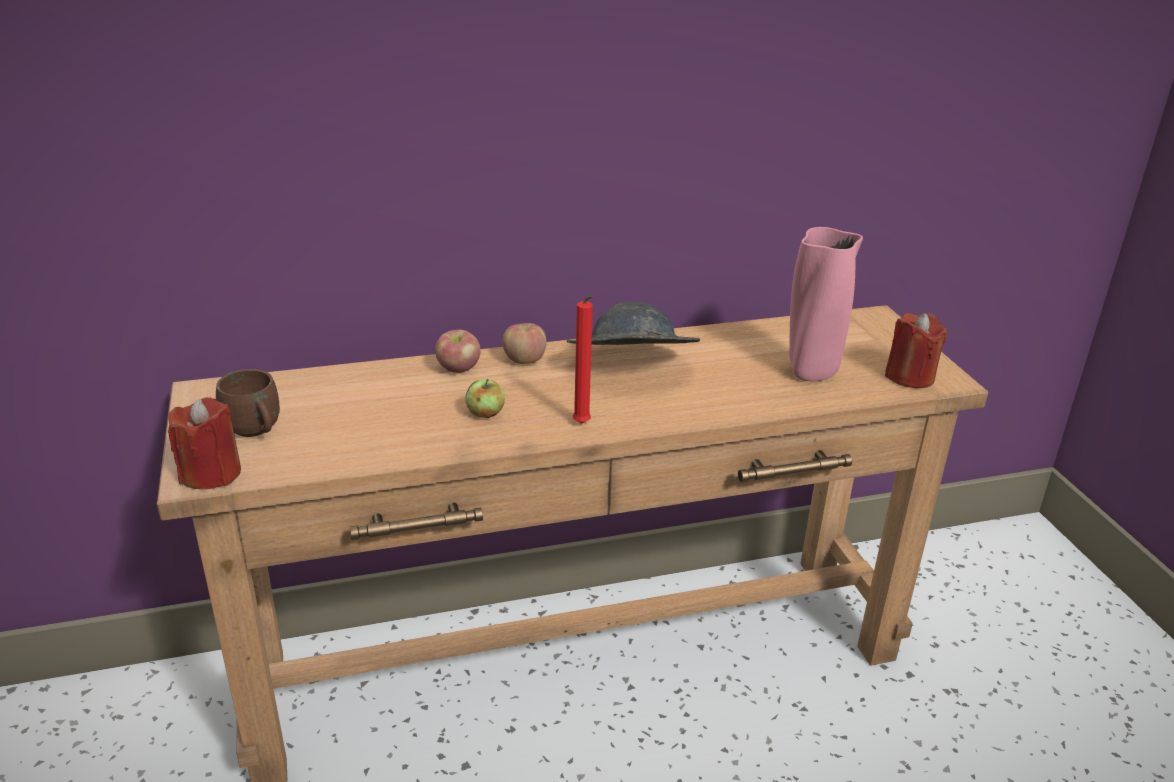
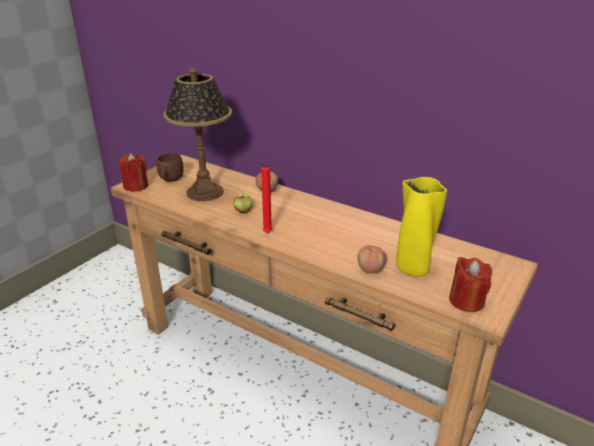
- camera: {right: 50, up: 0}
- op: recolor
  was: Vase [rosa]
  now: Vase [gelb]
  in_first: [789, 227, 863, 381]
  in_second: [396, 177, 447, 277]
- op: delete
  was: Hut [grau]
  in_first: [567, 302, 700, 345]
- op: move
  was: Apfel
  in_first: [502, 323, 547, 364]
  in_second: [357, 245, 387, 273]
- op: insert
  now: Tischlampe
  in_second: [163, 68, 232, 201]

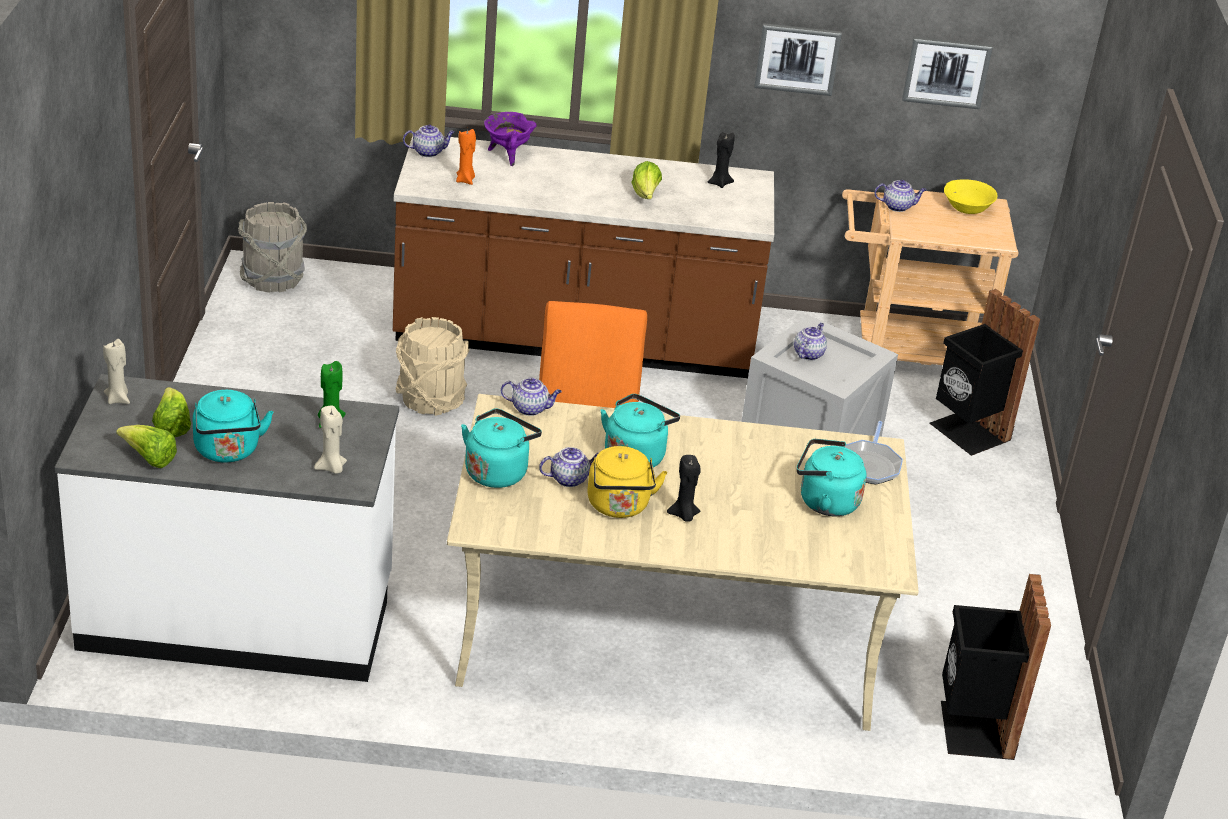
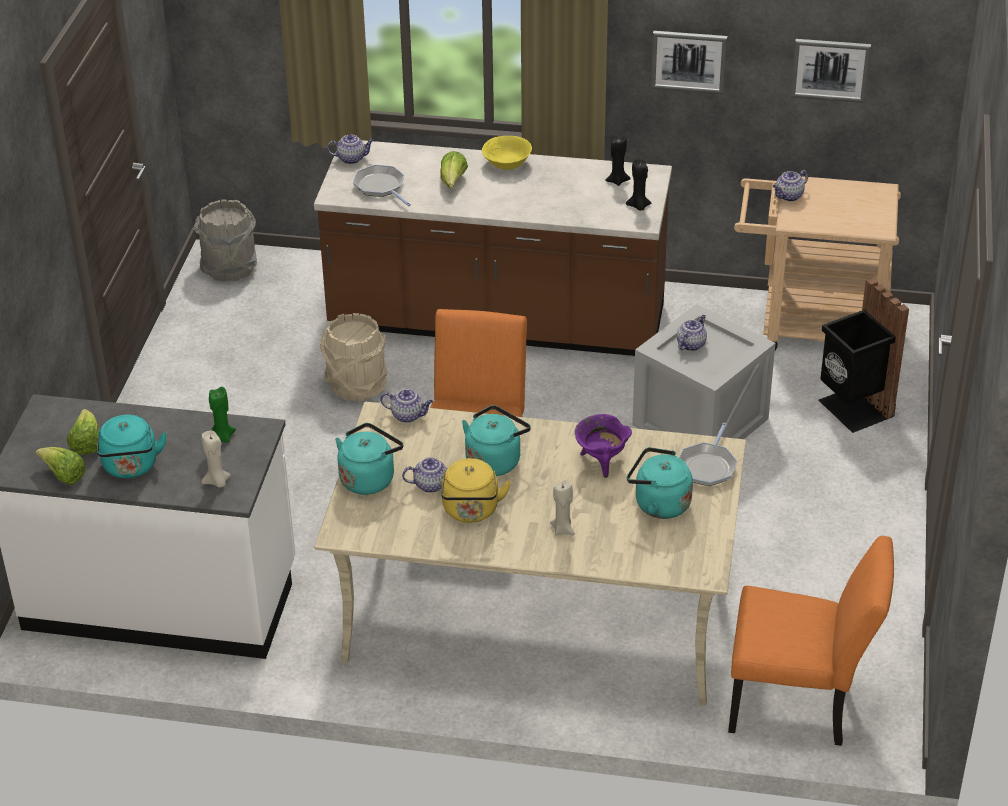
- camera: {right: 10, up: 5}
- op: move
  was: Kochtopf [lila]
  in_first: [484, 112, 537, 166]
  in_second: [575, 414, 632, 478]
- op: replace
  was: Kerze [orange]
  now: Pfanne
  in_first: [456, 129, 476, 185]
  in_second: [353, 165, 411, 206]
- op: move
  was: Salatkopf
  in_first: [631, 161, 662, 199]
  in_second: [440, 151, 468, 188]
- op: move
  was: Schüssel [gelb]
  in_first: [944, 179, 997, 214]
  in_second: [482, 136, 532, 170]
- op: rotate
  was: Teekanne
  in_first: [874, 180, 926, 212]
  in_second: [773, 170, 808, 201]
  clockwise: 135
- op: move
  was: Kerze [beige]
  in_first: [103, 339, 130, 404]
  in_second: [550, 480, 575, 535]
- op: move
  was: Kerze [schwarz]
  in_first: [667, 455, 701, 522]
  in_second: [626, 159, 651, 210]
- op: replace
  was: Mülleimer [schwarz]
  now: Stuhl [orange]
  in_first: [941, 574, 1051, 760]
  in_second: [728, 536, 894, 746]

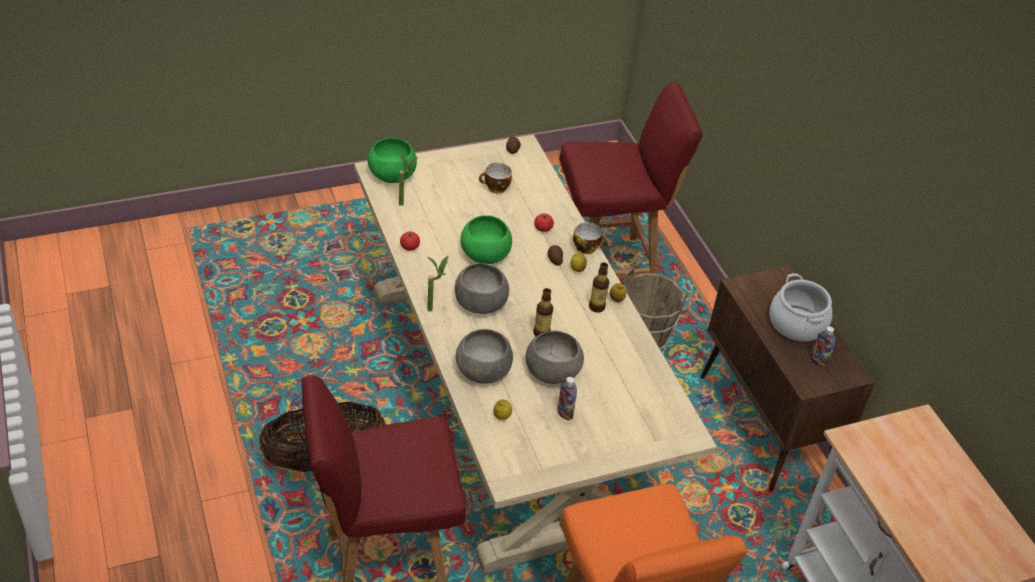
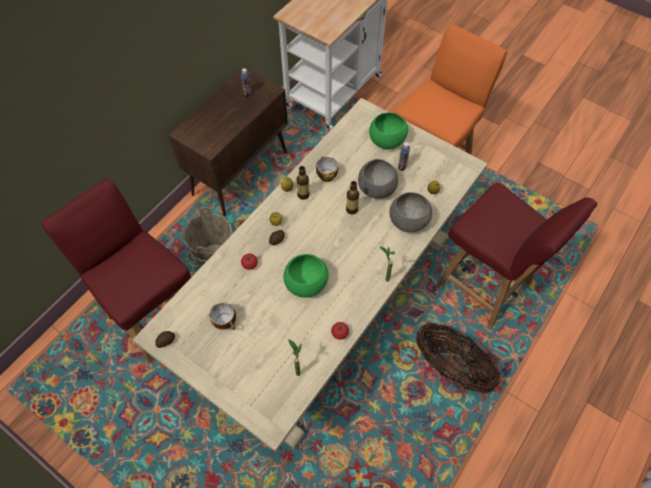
- camera: {right: -120, up: 15}
- op: move
  was: Schüssel [grün]
  in_first: [368, 138, 417, 183]
  in_second: [369, 112, 408, 149]
- op: move
  was: Tasse
  in_first: [573, 222, 608, 254]
  in_second: [316, 156, 338, 182]
- op: delete
  was: Schüssel [grau]
  in_first: [455, 263, 509, 314]
- op: delete
  was: Kochtopf
  in_first: [770, 273, 832, 342]

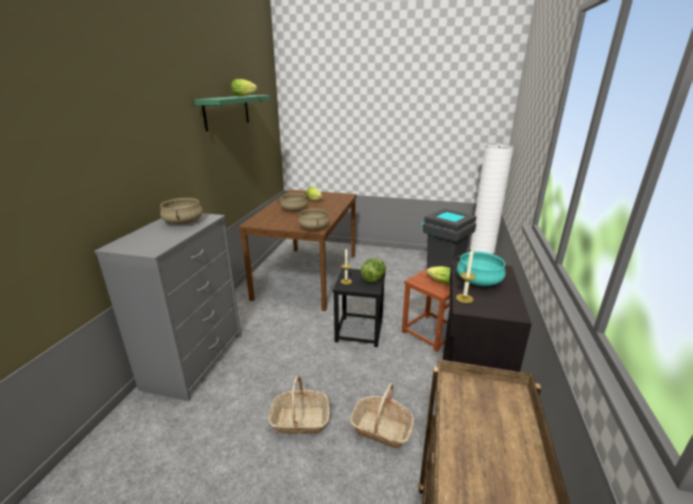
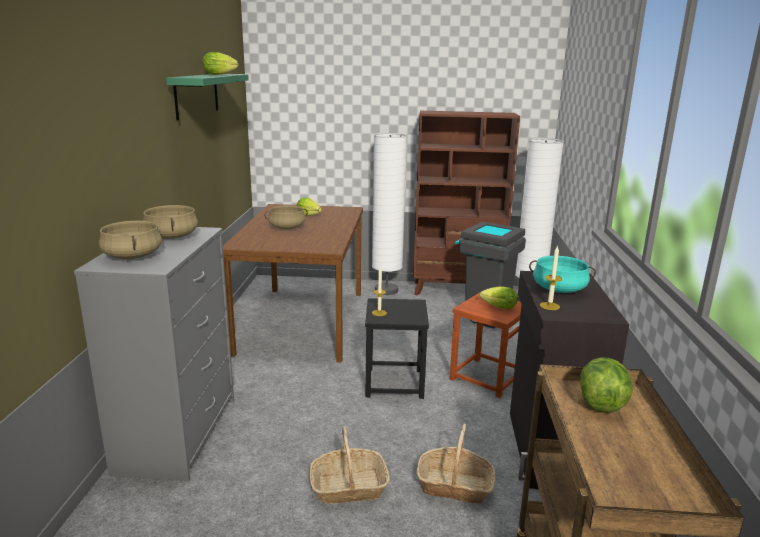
- camera: {right: -10, up: -5}
- op: move
  was: Kochtopf [beige]
  in_first: [298, 209, 329, 230]
  in_second: [99, 221, 162, 259]
- op: move
  was: Salatkopf
  in_first: [361, 259, 386, 283]
  in_second: [580, 358, 632, 413]
- op: insert
  now: Bücherregal [braun]
  in_second: [413, 111, 520, 295]
- op: insert
  now: Stehlampe [weiß]
  in_second: [372, 133, 407, 295]

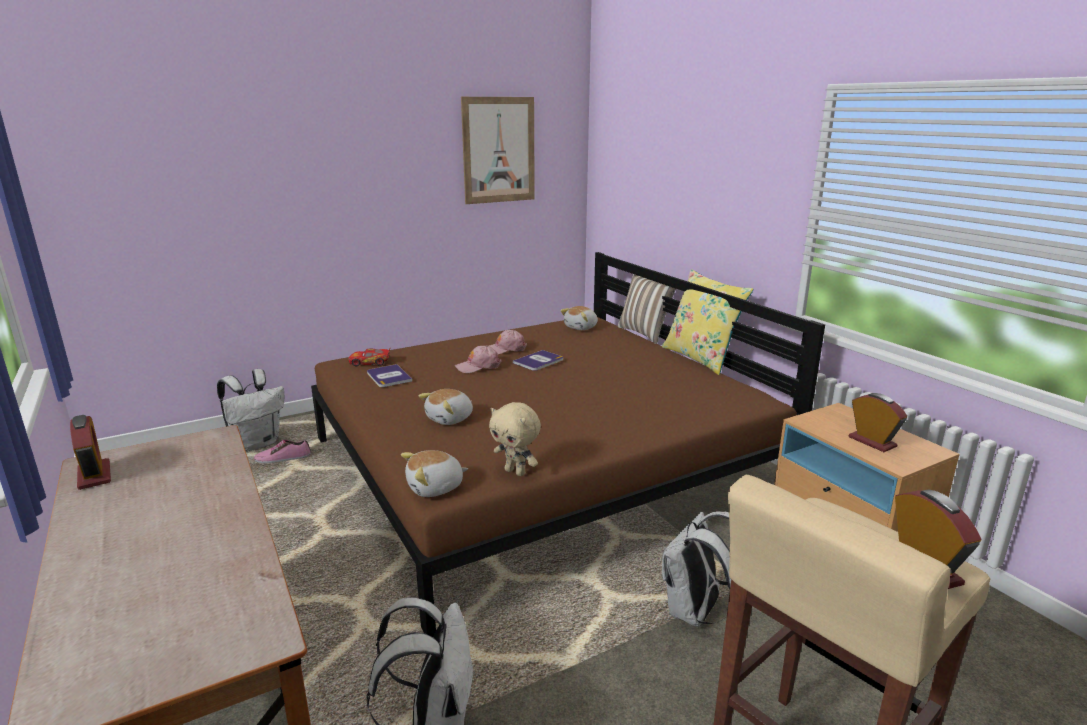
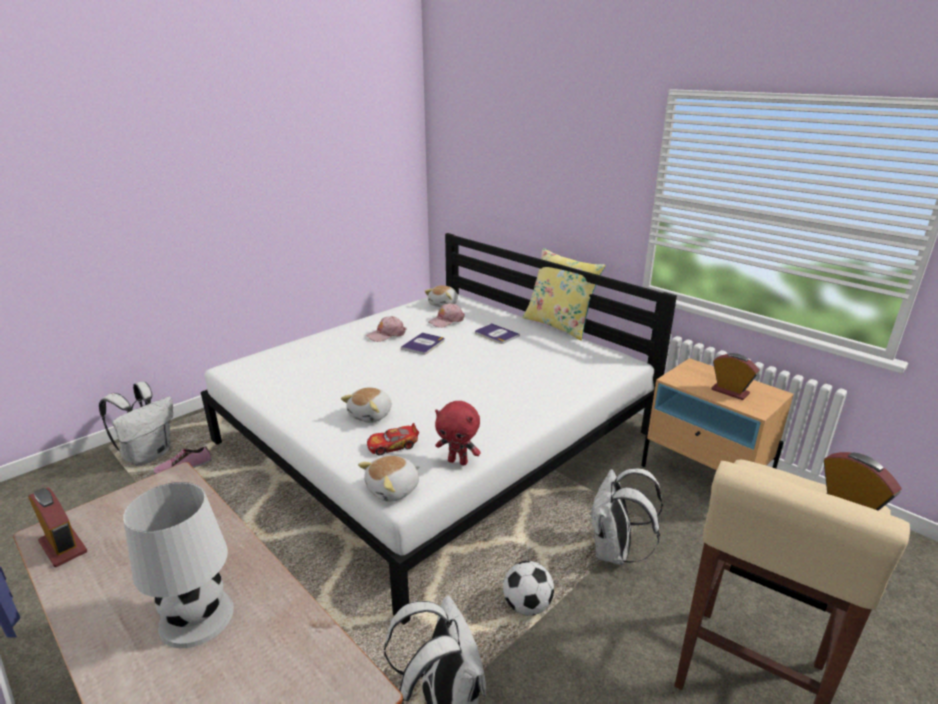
- camera: {right: -15, up: 5}
- op: delete
  was: Bild
  in_first: [461, 97, 535, 204]
- op: recolor
  was: Bett [braun]
  now: Bett [weiß]
  in_first: [311, 252, 825, 637]
  in_second: [201, 233, 677, 625]
- op: delete
  was: Kissen
  in_first: [618, 274, 676, 344]
- op: move
  was: Kappe [rosa]
  in_first: [455, 345, 502, 373]
  in_second: [428, 303, 465, 328]
- op: move
  was: Spielzeugauto
  in_first: [348, 347, 391, 366]
  in_second: [367, 423, 419, 455]
- op: move
  was: Buch
  in_first: [367, 364, 412, 387]
  in_second: [475, 323, 520, 344]
- op: recolor
  was: Plüschtier [beige]
  now: Plüschtier [rot]
  in_first: [489, 402, 541, 476]
  in_second: [435, 401, 481, 465]
- op: insert
  now: Tischlampe [weiß]
  in_second: [123, 482, 234, 648]
- op: insert
  now: Fußball
  in_second: [503, 561, 554, 615]

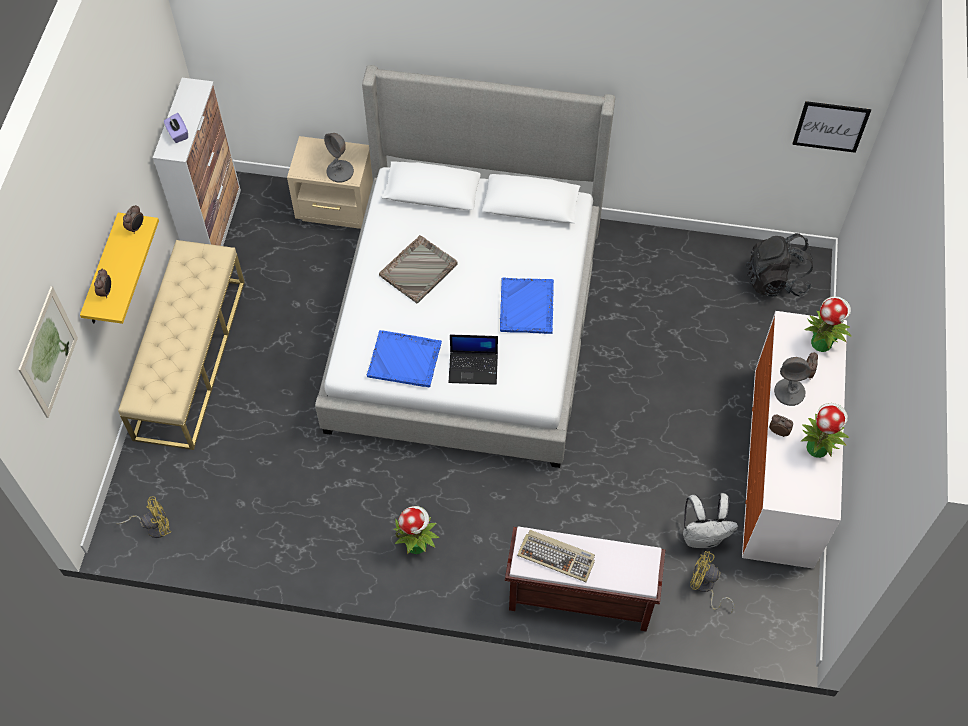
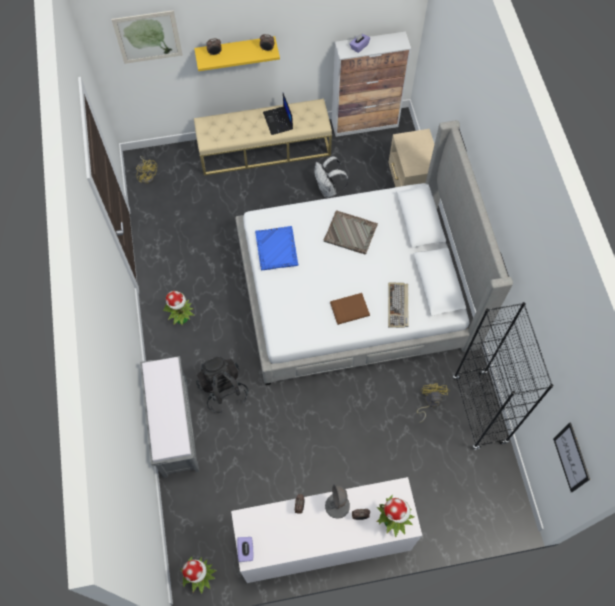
- camera: {right: 70, up: 5}
- op: delete
  was: Tischlampe [grau]
  in_first: [324, 133, 354, 182]
- op: move
  was: Rucksack [schwarz]
  in_first: [745, 233, 813, 296]
  in_second: [196, 356, 248, 414]
- op: replace
  was: Tablett [blau]
  now: Buch [braun]
  in_first: [500, 277, 554, 334]
  in_second: [330, 293, 370, 325]
- op: move
  was: Laptop
  in_first: [448, 334, 498, 385]
  in_second: [263, 93, 293, 135]
- op: move
  was: Topfpflanze
  in_first: [801, 403, 849, 458]
  in_second: [180, 557, 217, 594]
- op: move
  was: Rucksack [weiß]
  in_first: [683, 493, 738, 548]
  in_second: [314, 156, 349, 198]
- op: recolor
  was: Bank [braun]
  now: Bank [grau]
  in_first: [505, 526, 665, 631]
  in_second: [140, 356, 199, 478]
- op: move
  was: Tastatur
  in_first: [517, 530, 595, 582]
  in_second: [388, 283, 409, 328]
- op: move
  was: Ventilator [gelb]
  in_first: [690, 551, 734, 614]
  in_second: [417, 383, 450, 423]
- op: insert
  now: Bücherregal [schwarz]
  in_second: [453, 302, 553, 450]
- op: insert
  now: Taschentuchbox [lila]
  in_second: [237, 537, 253, 562]

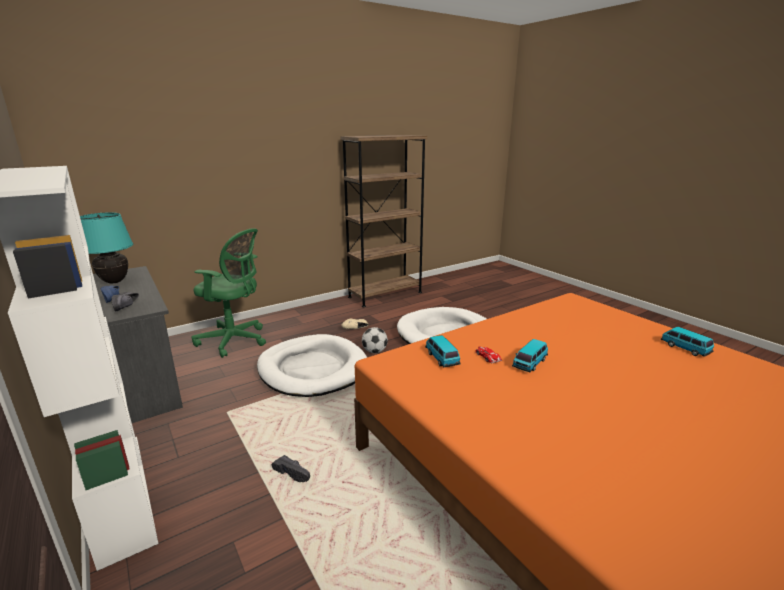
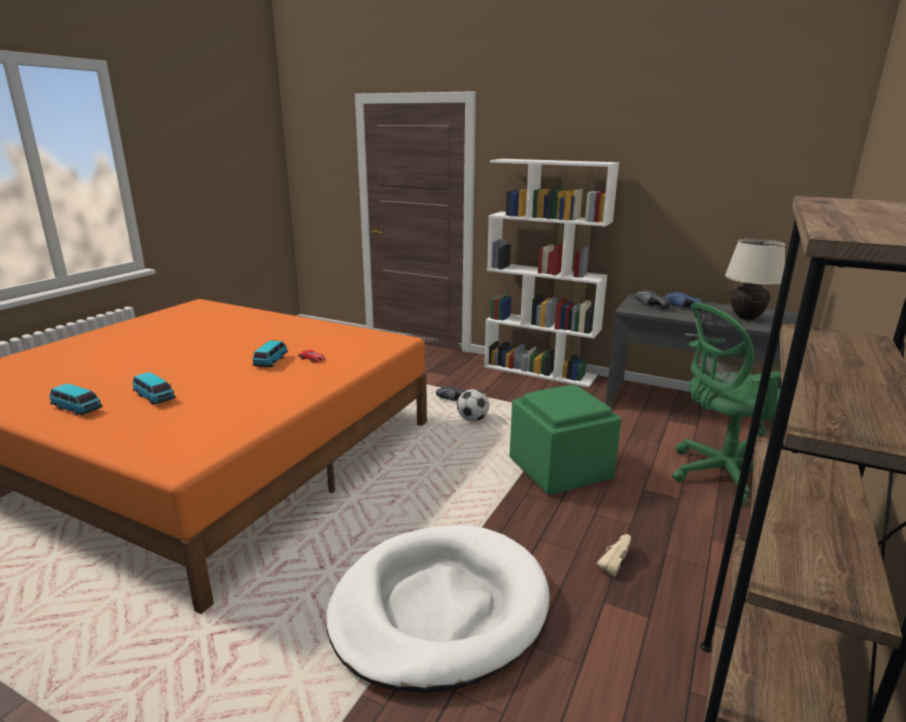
- camera: {right: 150, up: 0}
- op: recolor
  was: Tischlampe [türkis]
  now: Tischlampe [beige]
  in_first: [80, 212, 133, 283]
  in_second: [725, 239, 786, 320]
- op: move
  was: Fußball
  in_first: [362, 327, 388, 353]
  in_second: [457, 389, 489, 422]
- op: replace
  was: Hundebett [weiß]
  now: Polsterhocker [grün]
  in_first: [257, 334, 367, 397]
  in_second: [510, 385, 621, 495]
- op: move
  was: Spielzeugauto
  in_first: [425, 335, 461, 368]
  in_second: [132, 372, 176, 404]

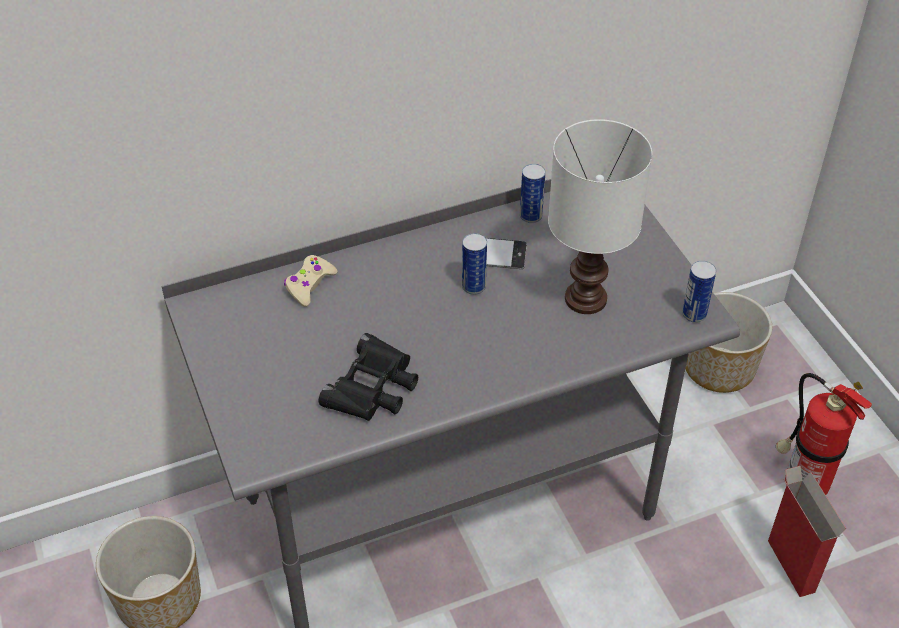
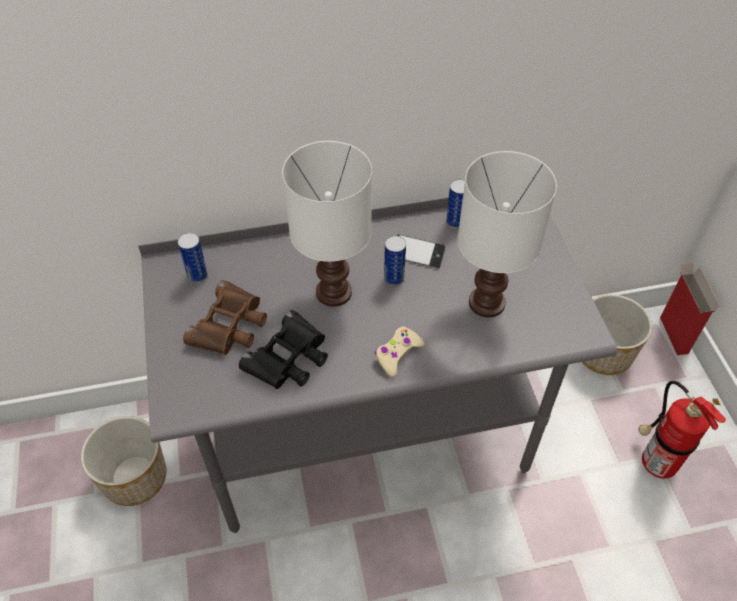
- camera: {right: 10, up: 5}
- op: move
  was: Gamepad [beige]
  in_first: [284, 255, 338, 307]
  in_second: [375, 326, 424, 377]
- op: move
  was: Dose
  in_first: [682, 261, 716, 323]
  in_second: [178, 233, 208, 283]
- op: move
  was: Karton
  in_first: [768, 466, 846, 597]
  in_second: [660, 263, 720, 355]
- op: insert
  now: Tischlampe [weiß]
  in_second: [282, 141, 372, 307]
- op: insert
  now: Fernglas [braun]
  in_second: [183, 280, 267, 355]

